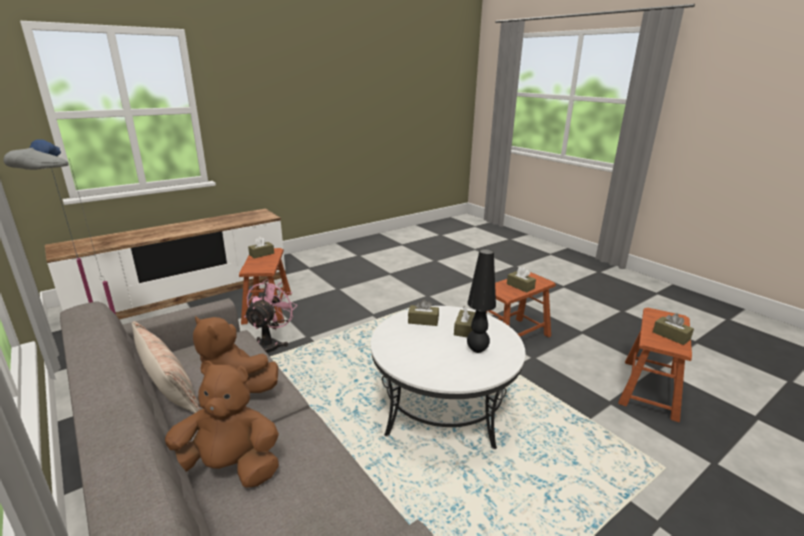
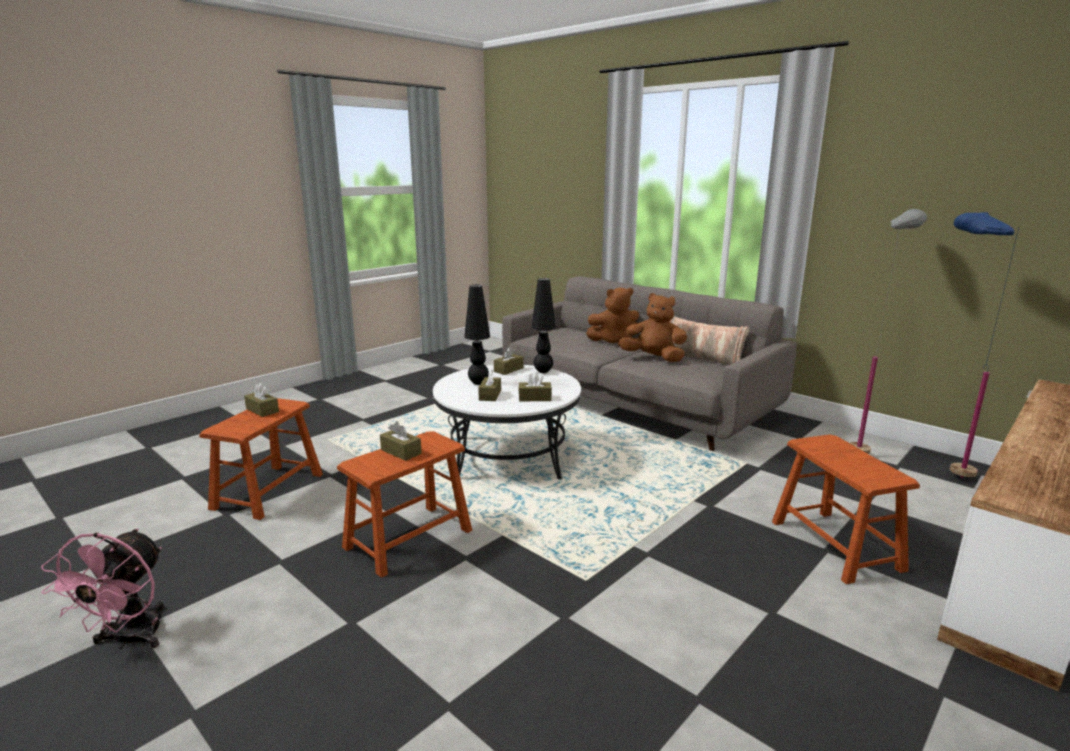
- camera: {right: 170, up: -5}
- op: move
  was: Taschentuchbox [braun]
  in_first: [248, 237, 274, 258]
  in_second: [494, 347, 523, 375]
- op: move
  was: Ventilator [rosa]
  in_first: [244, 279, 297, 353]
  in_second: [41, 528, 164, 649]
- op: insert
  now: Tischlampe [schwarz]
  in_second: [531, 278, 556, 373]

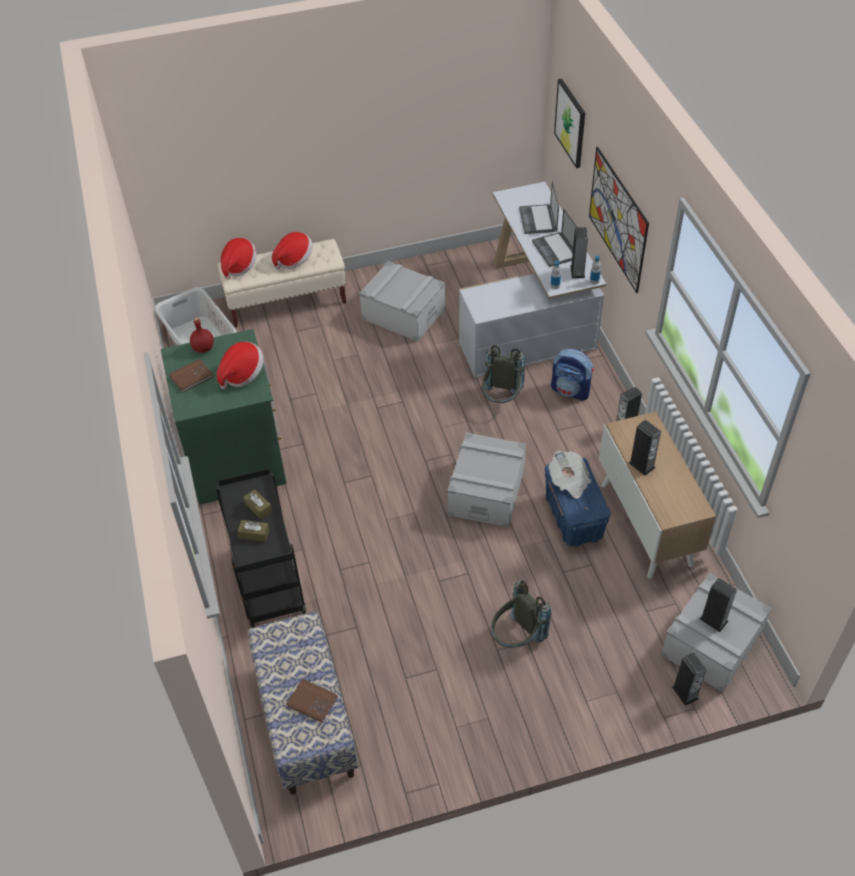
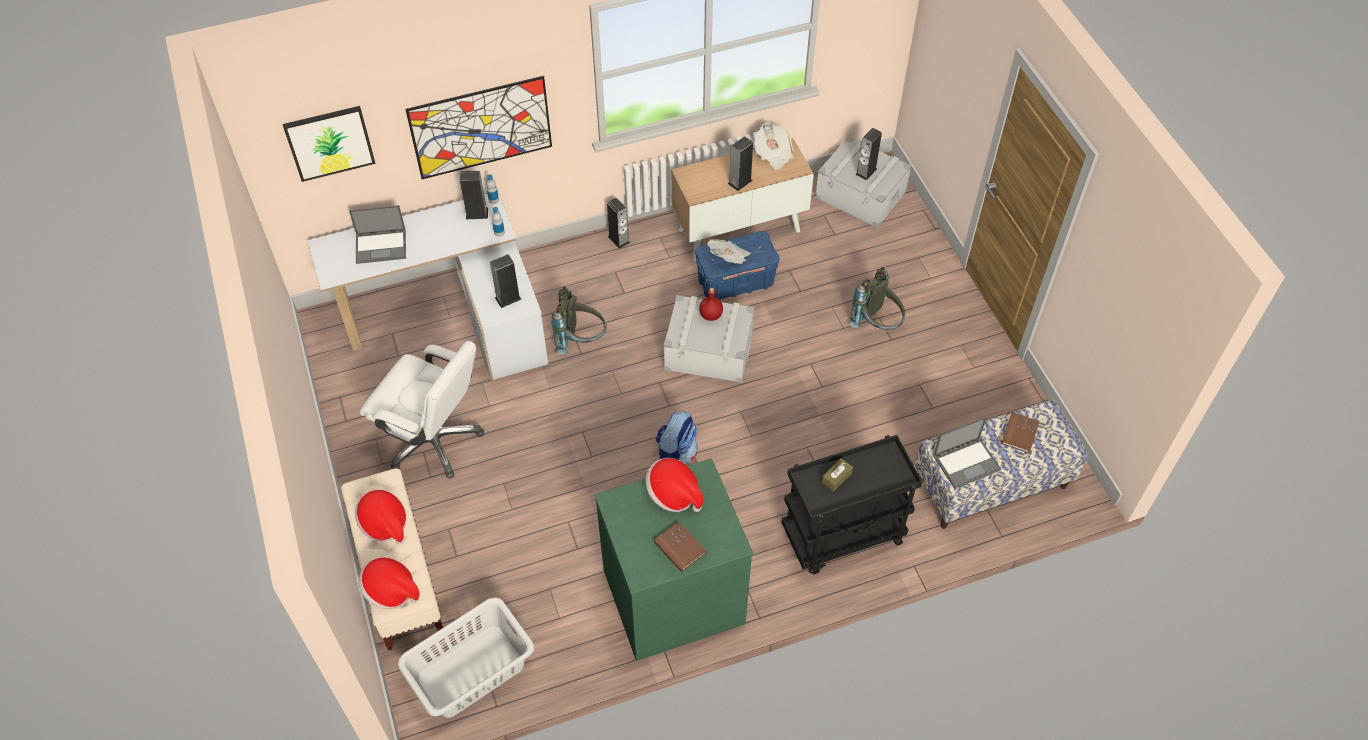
- camera: {right: -95, up: 5}
- op: move
  was: Laptop
  in_first: [532, 208, 577, 267]
  in_second: [933, 417, 1001, 489]
- op: replace
  was: Aufbewahrungsbox [grau]
  now: Bürostuhl [weiß]
  in_first: [359, 261, 446, 342]
  in_second: [360, 341, 484, 479]
- op: move
  was: Flasche [rot]
  in_first: [190, 318, 214, 353]
  in_second: [699, 288, 723, 321]
- op: move
  was: Rucksack
  in_first: [551, 349, 594, 401]
  in_second: [655, 411, 698, 464]
- op: delete
  was: Taschentuchbox [braun]
  in_first: [238, 520, 270, 542]
- op: move
  was: Lautsprecher
  in_first: [672, 652, 707, 706]
  in_second: [490, 254, 521, 308]
- op: insert
  now: Zeitung
  in_second: [754, 123, 794, 170]

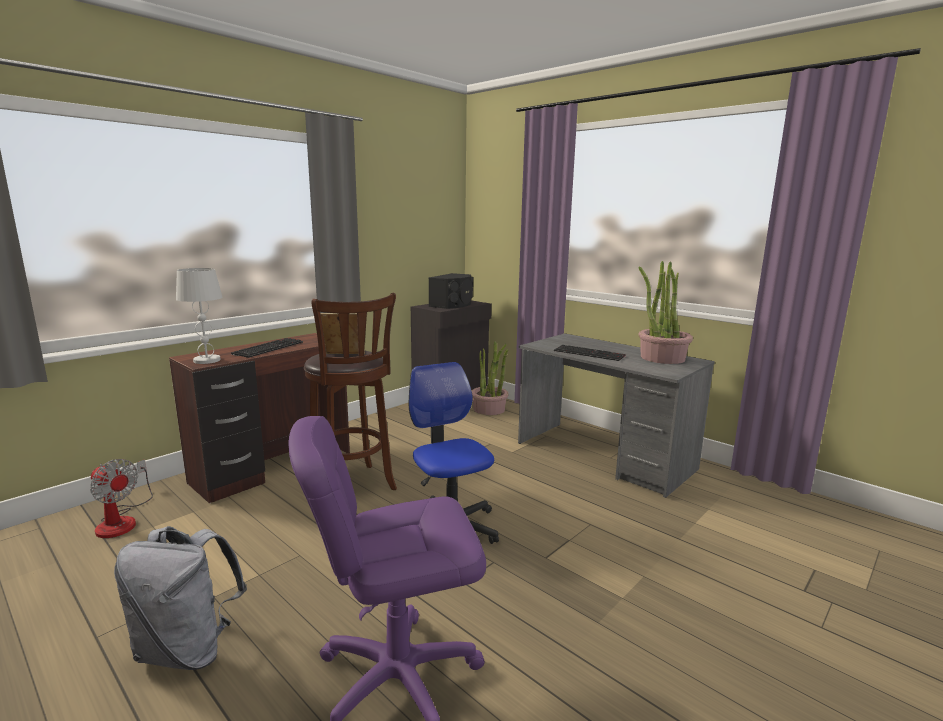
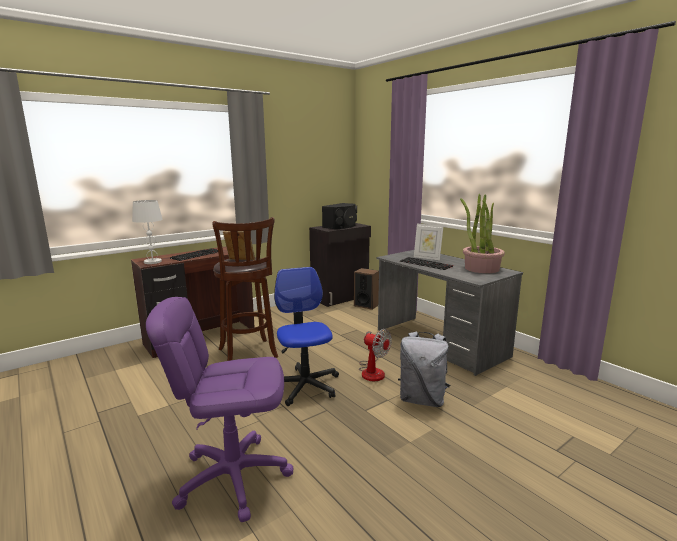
- camera: {right: 10, up: 0}
- op: replace
  was: Topfpflanze
  now: Lautsprecher
  in_first: [472, 341, 509, 415]
  in_second: [354, 268, 379, 310]
- op: move
  was: Ventilator
  in_first: [90, 459, 153, 538]
  in_second: [359, 329, 392, 381]
- op: move
  was: Rucksack [grau]
  in_first: [114, 526, 247, 670]
  in_second: [398, 331, 450, 407]
- op: insert
  now: Bilderrahmen
  in_second: [414, 224, 443, 260]

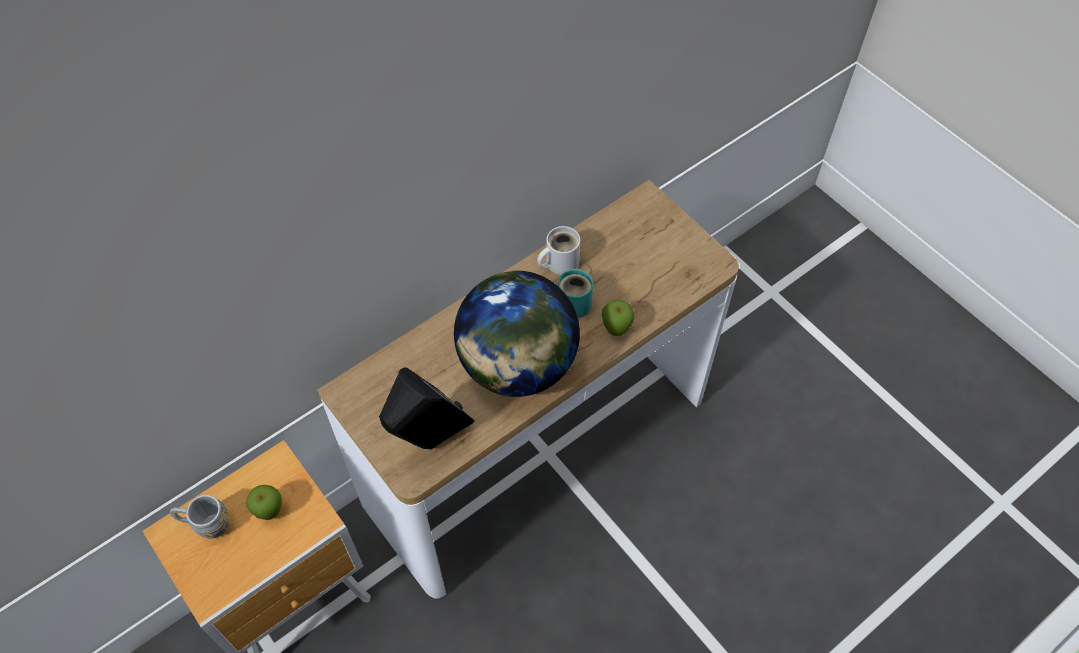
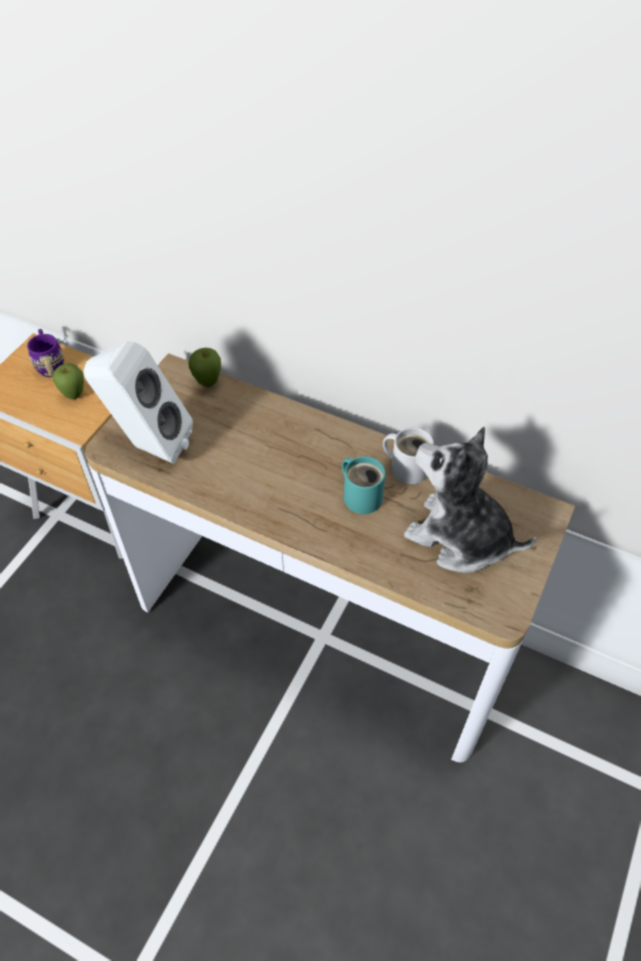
- camera: {right: 65, up: -5}
- op: delete
  was: Globus
  in_first: [454, 271, 580, 397]
- op: move
  was: Apfel
  in_first: [602, 300, 634, 336]
  in_second: [188, 348, 221, 388]
- op: recolor
  was: Lautsprecher [schwarz]
  now: Lautsprecher [weiß]
  in_first: [379, 367, 475, 449]
  in_second: [83, 341, 193, 464]
- op: recolor
  was: Henkelbecher [grau]
  now: Henkelbecher [lila]
  in_first: [170, 495, 230, 539]
  in_second: [27, 329, 64, 377]
- op: insert
  now: Plüschtier
  in_second: [404, 427, 536, 573]

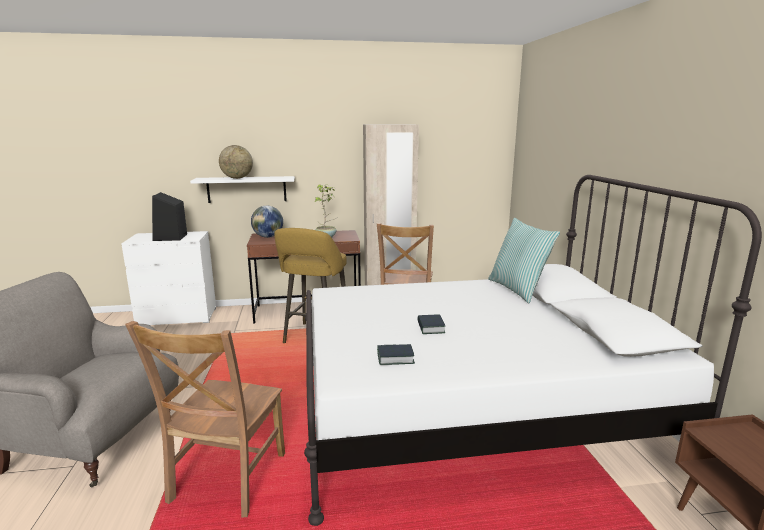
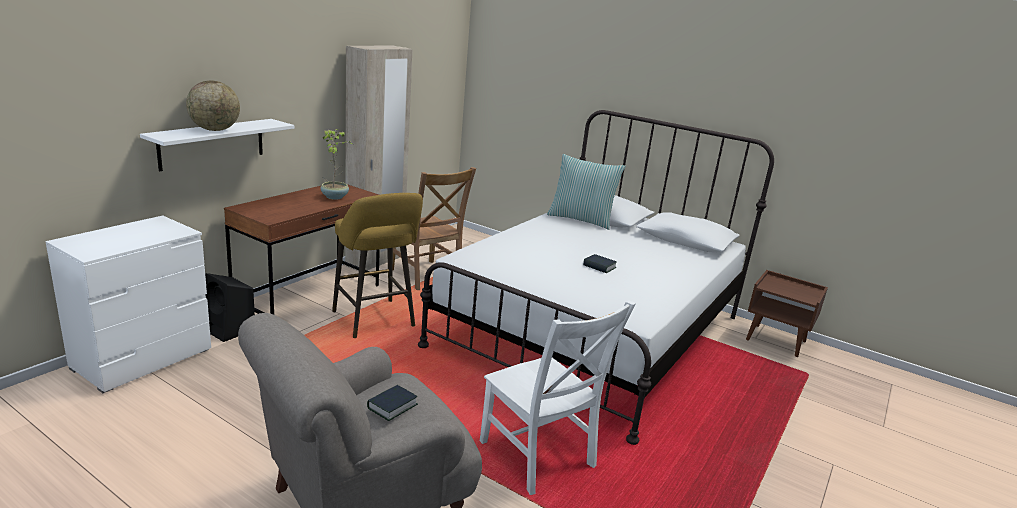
- camera: {right: -50, up: 5}
- op: move
  was: Lautsprecher [schwarz]
  in_first: [152, 192, 187, 241]
  in_second: [205, 273, 255, 342]
- op: delete
  was: Globus
  in_first: [251, 206, 283, 238]
- op: recolor
  was: Stuhl [braun]
  now: Stuhl [weiß]
  in_first: [125, 321, 285, 517]
  in_second: [480, 300, 636, 495]
- op: move
  was: Buch
  in_first: [377, 344, 415, 365]
  in_second: [367, 385, 418, 421]

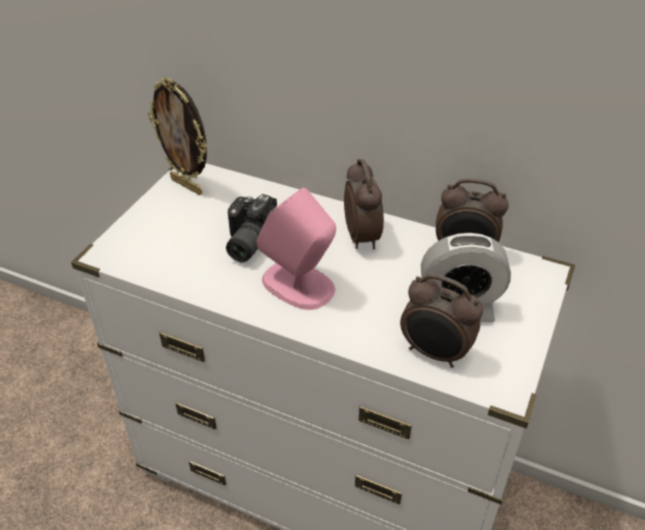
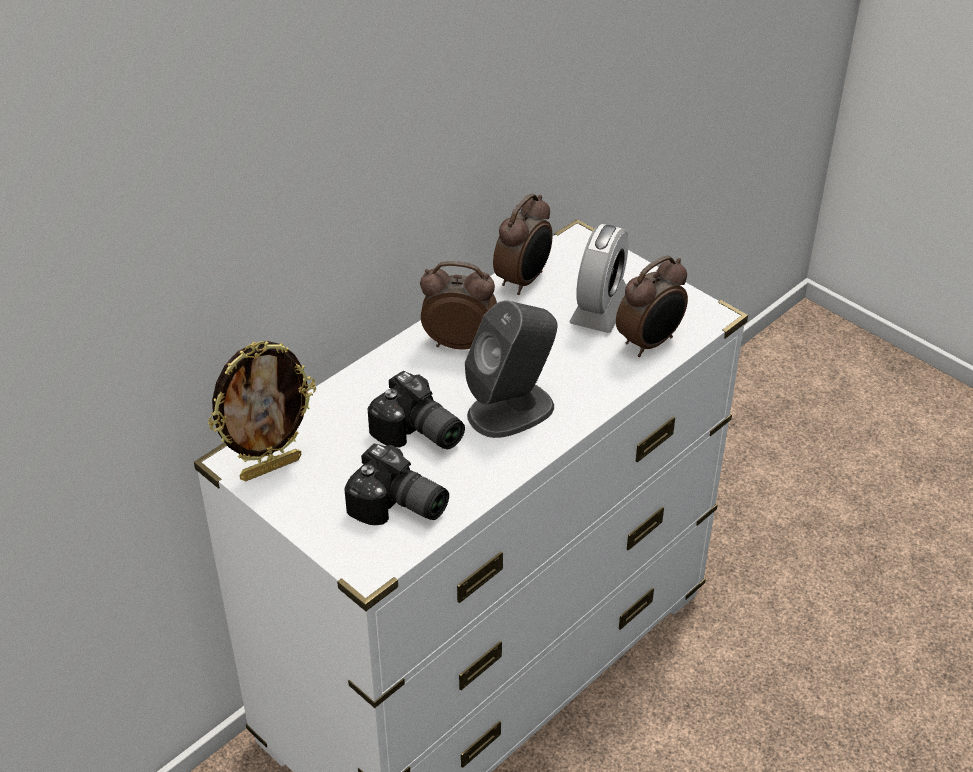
- camera: {right: -70, up: 0}
- op: recolor
  was: Lautsprecher [rosa]
  now: Lautsprecher [grau]
  in_first: [256, 187, 336, 310]
  in_second: [465, 300, 558, 438]
- op: insert
  now: Kamera
  in_second: [344, 444, 449, 525]

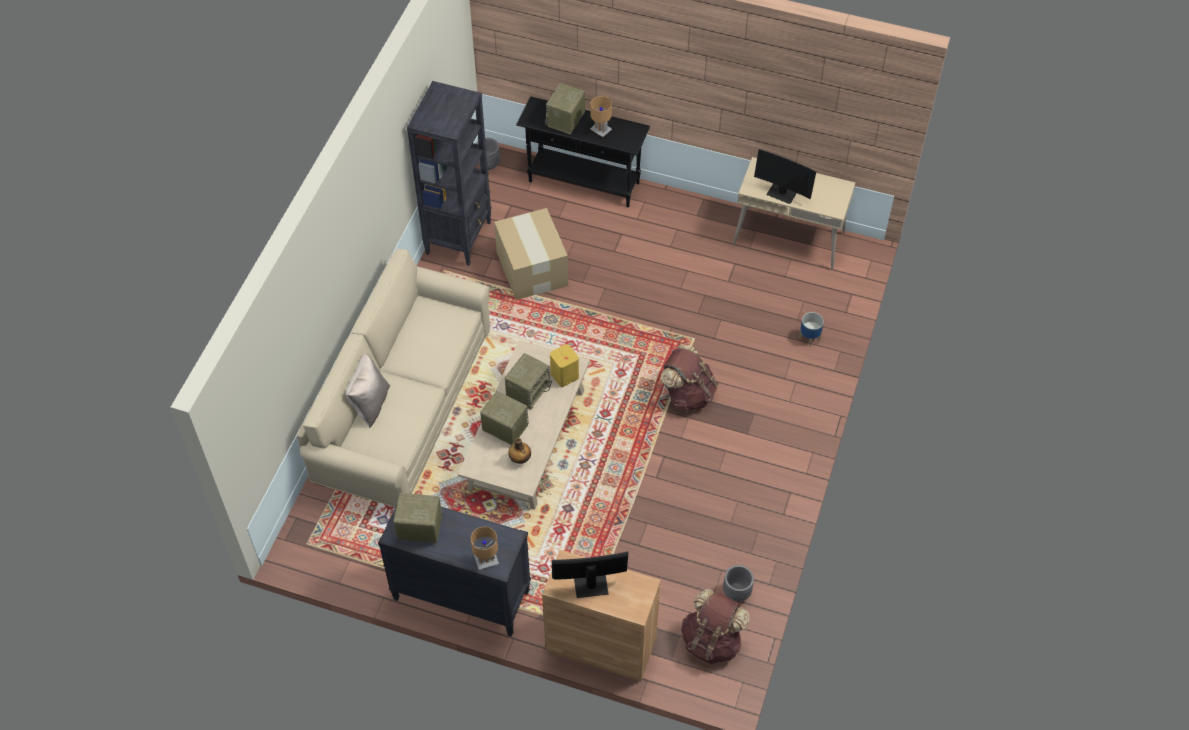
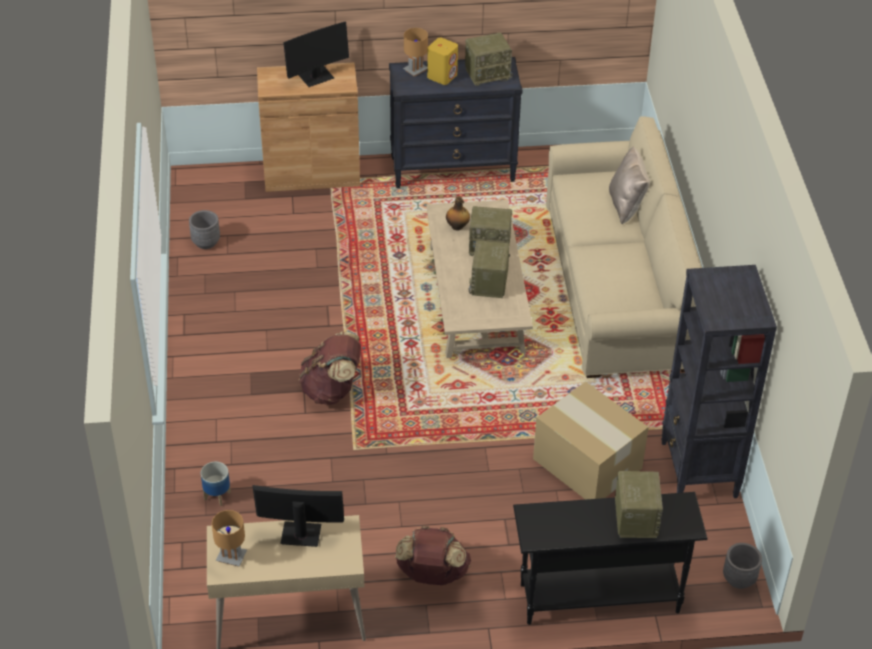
- camera: {right: 155, up: -10}
- op: move
  was: Tischlampe [braun]
  in_first: [590, 96, 612, 137]
  in_second: [212, 510, 247, 567]
- op: move
  was: Lautsprecher [gelb]
  in_first: [550, 344, 579, 387]
  in_second: [427, 38, 458, 85]
- op: move
  was: Rucksack [braun]
  in_first: [681, 589, 750, 664]
  in_second: [395, 526, 471, 585]

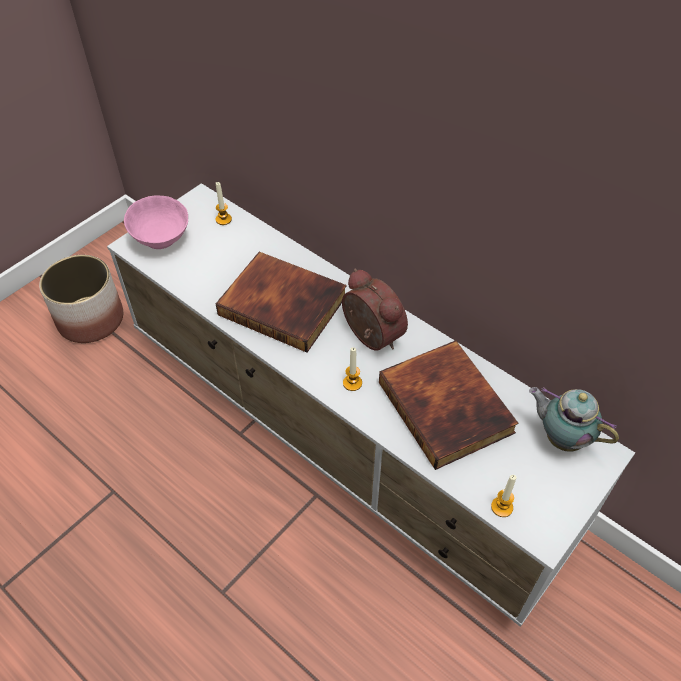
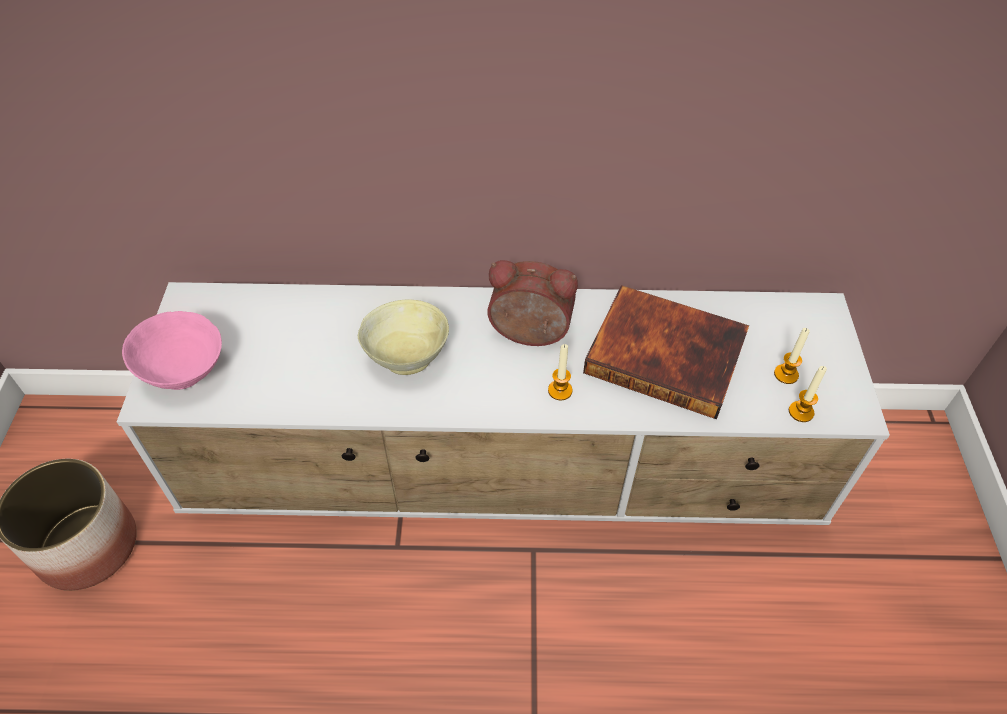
- camera: {right: -40, up: 0}
- op: move
  was: Kerze
  in_first: [216, 182, 232, 225]
  in_second: [774, 328, 810, 384]
- op: replace
  was: Buch
  now: Schüssel [beige]
  in_first: [216, 252, 347, 353]
  in_second: [358, 300, 449, 375]
- op: delete
  was: Teekanne
  in_first: [529, 387, 619, 452]

